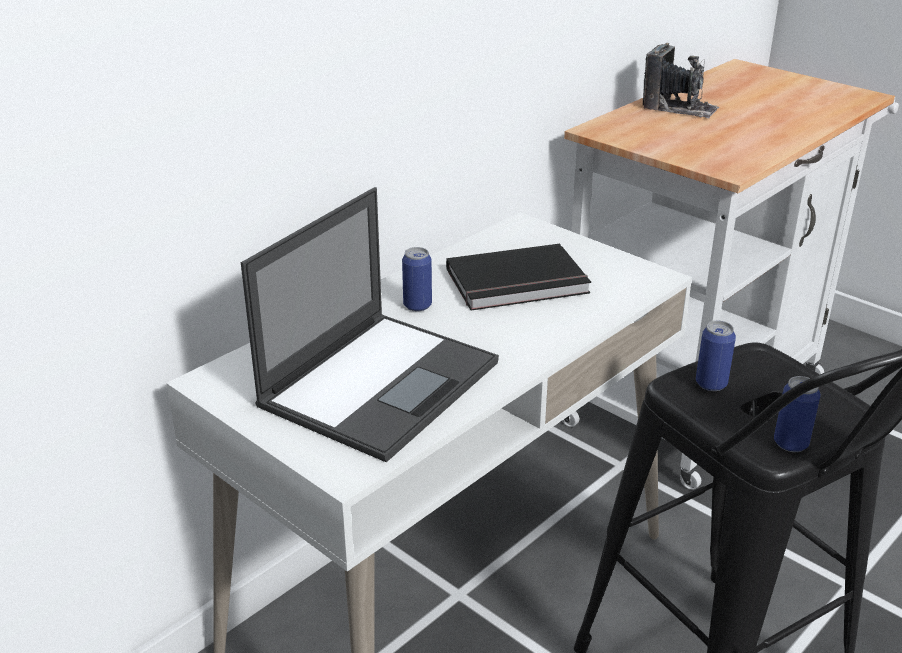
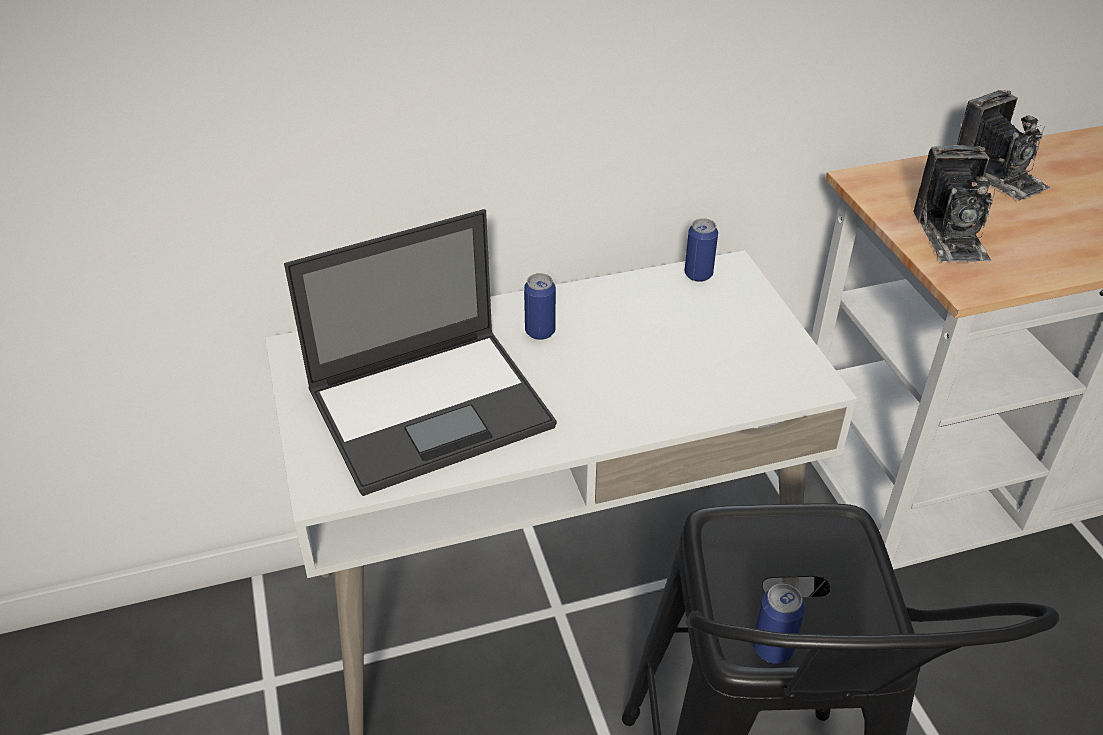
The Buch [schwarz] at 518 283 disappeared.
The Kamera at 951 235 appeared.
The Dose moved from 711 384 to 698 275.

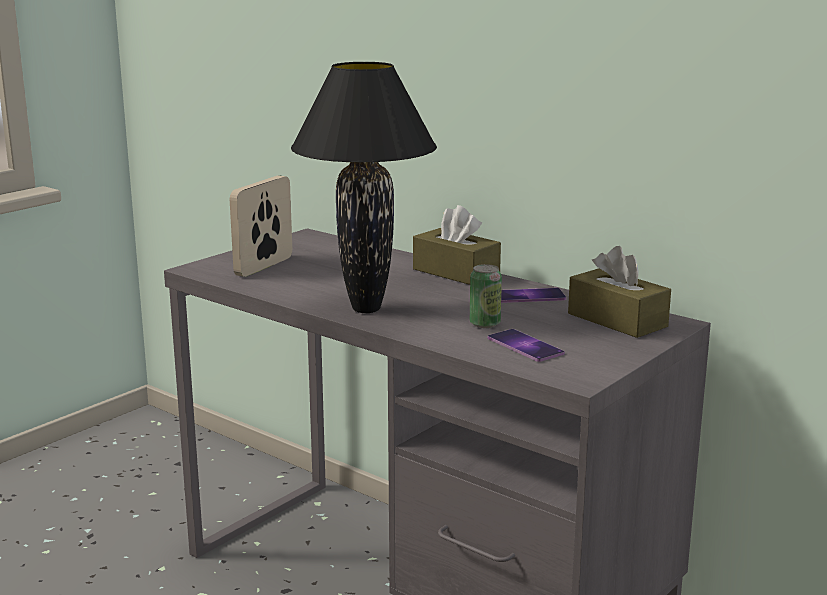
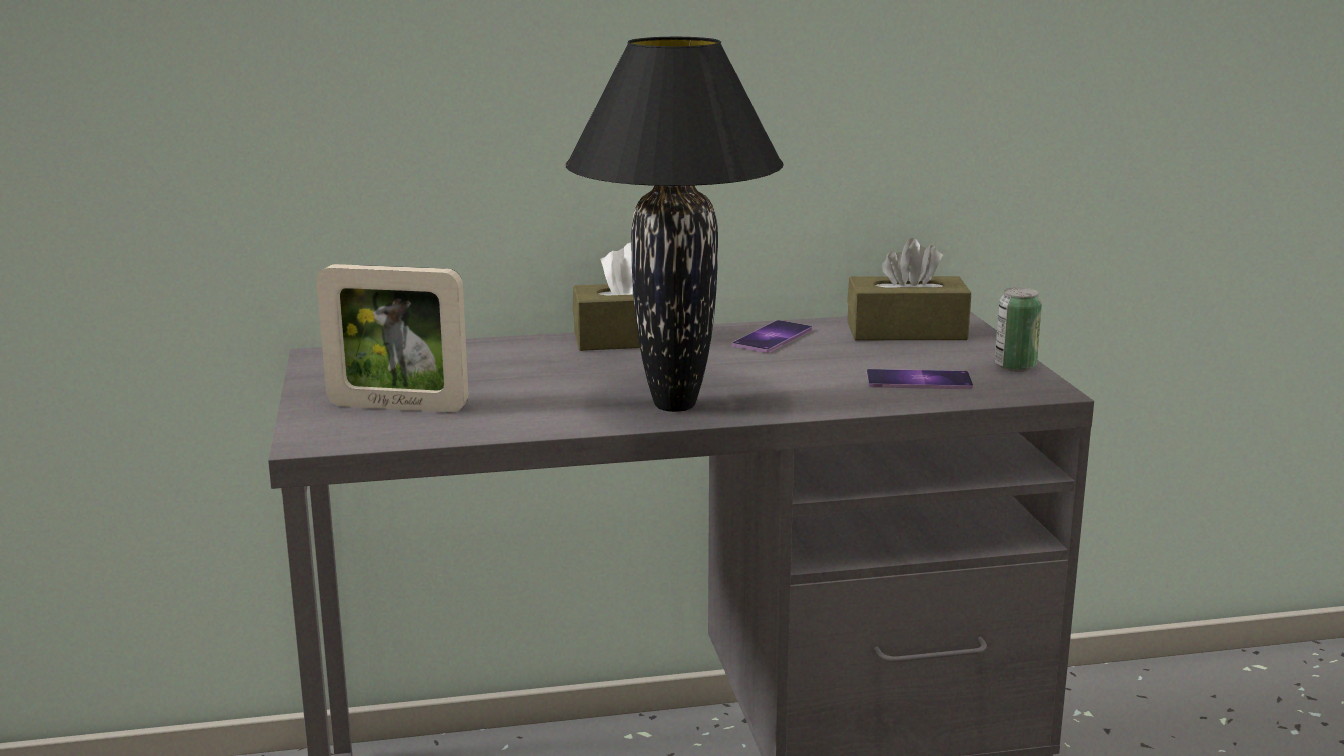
The Dose moved from 484 324 to 1015 367.
The Bilderrahmen at 264 266 turned 60 degrees counterclockwise.

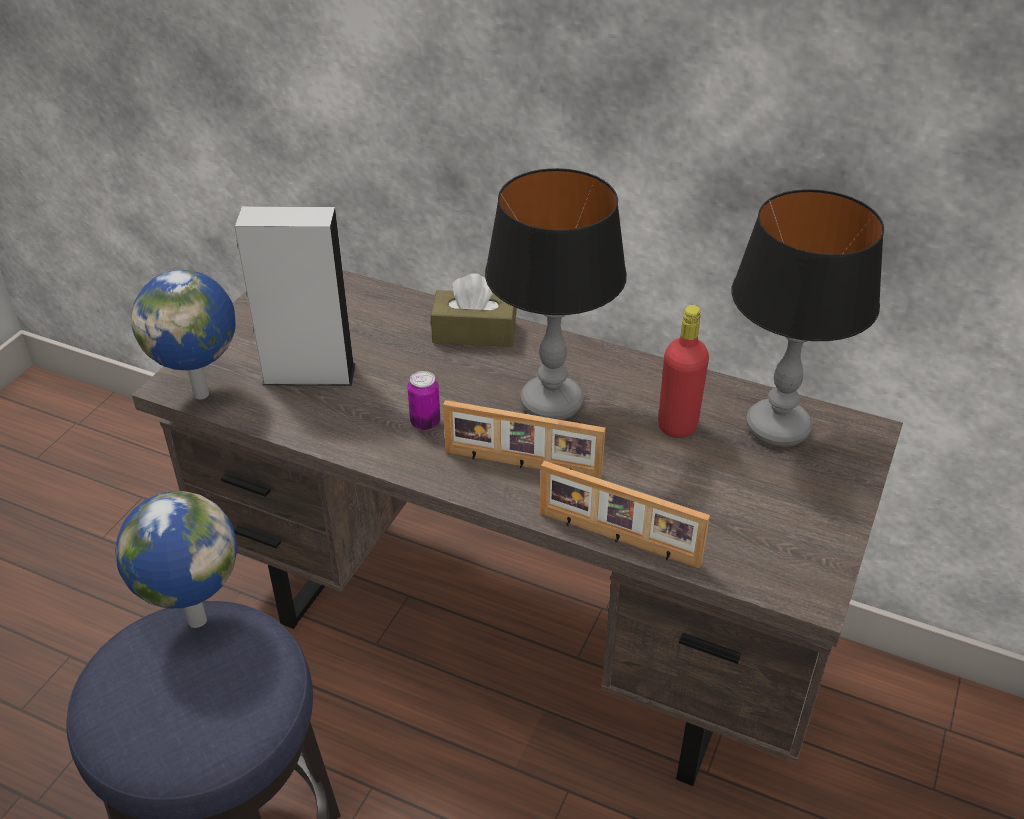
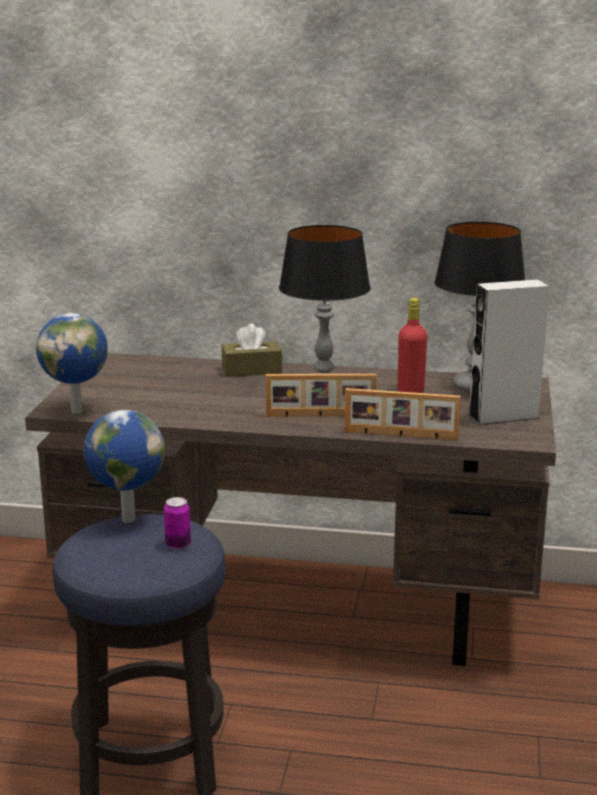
The Lautsprecher [grau] moved from 309 374 to 503 417.
The Dose moved from 425 423 to 178 545.

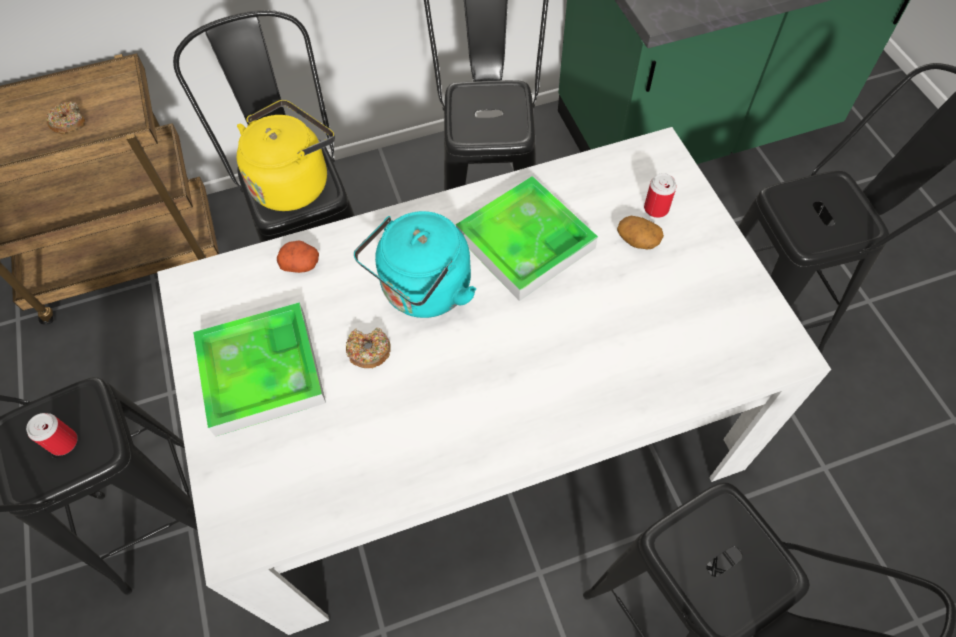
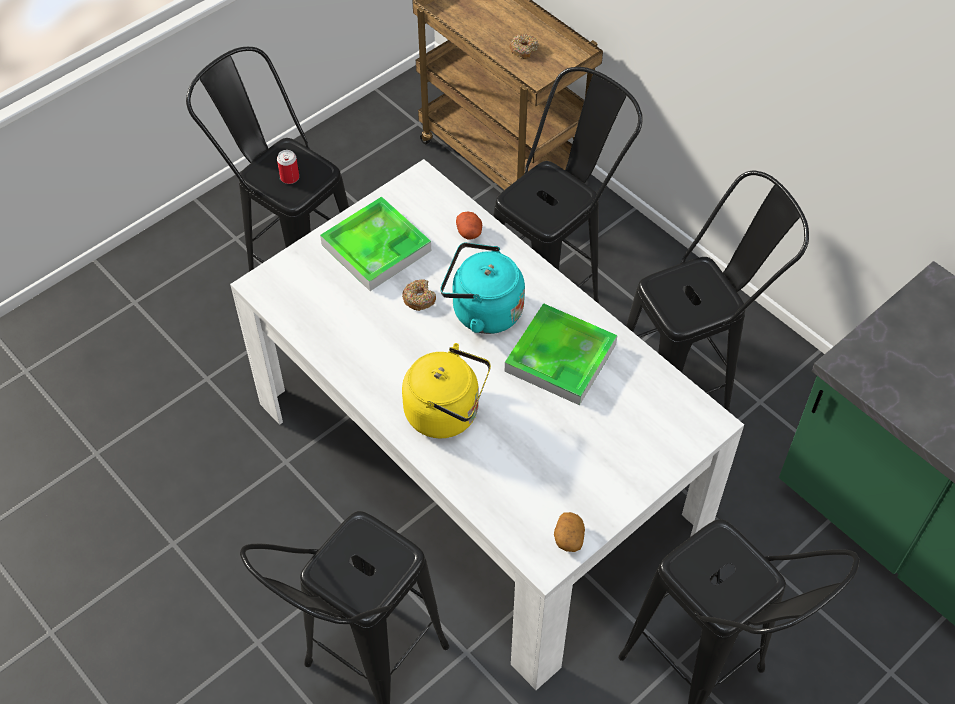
The Dose at 656 209 disappeared.
The Wasserkessel [gelb] moved from 294 182 to 447 413.
The Kartoffel moved from 637 240 to 568 537.

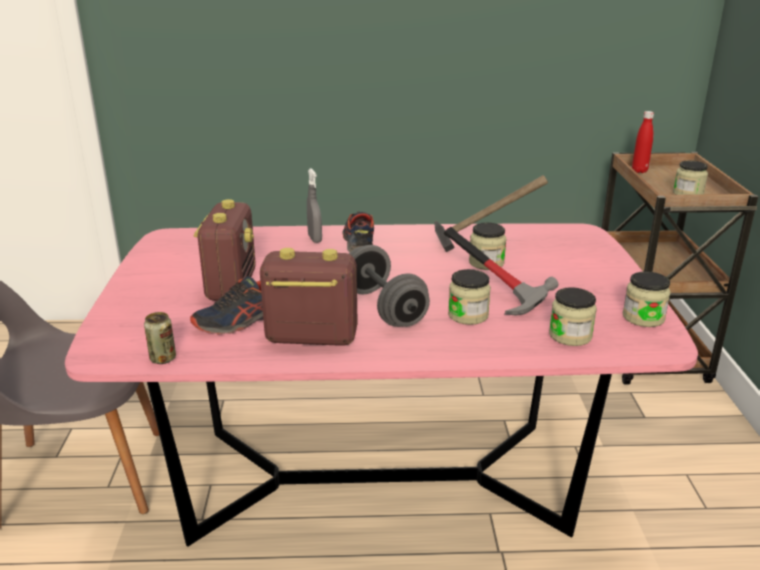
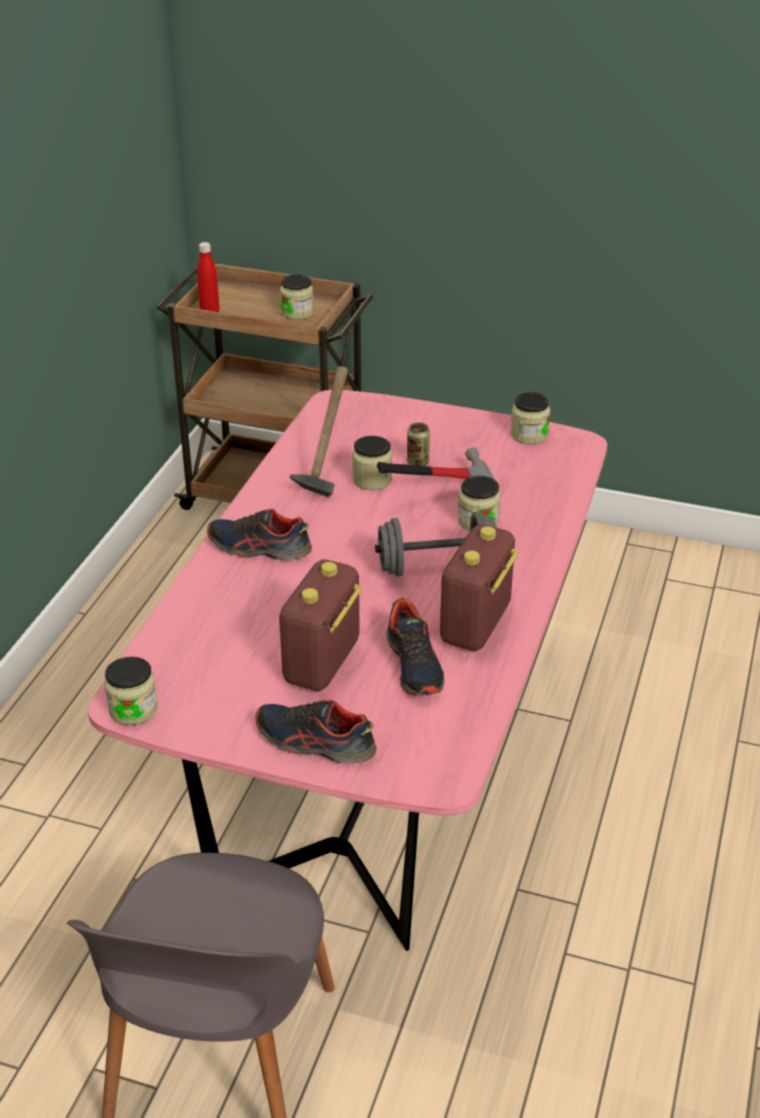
The Sprühflasche [grau] at 315 239 disappeared.
The Schuh at 314 743 appeared.
The Dose moved from 163 359 to 418 462.
The Vorratsglas moved from 570 335 to 133 709.
The Radio at 231 286 turned 90 degrees counterclockwise.

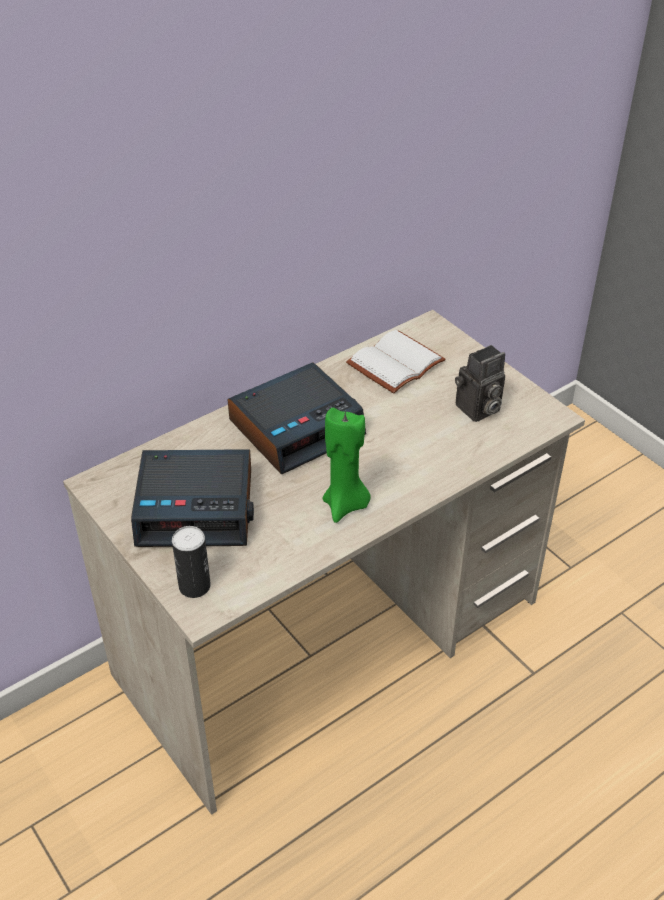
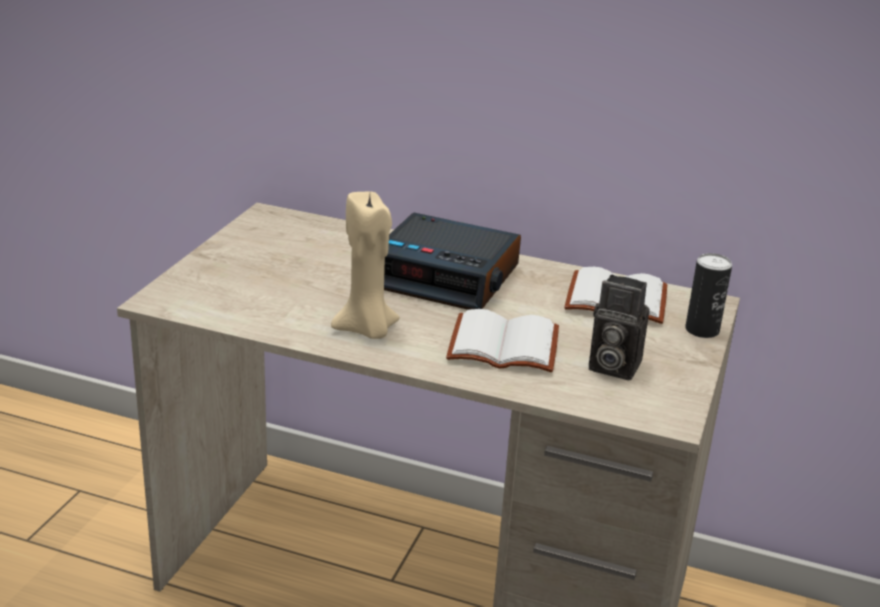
The Wecker at 197 507 disappeared.
The Buch [weiß] at 505 344 appeared.
The Dose moved from 194 586 to 702 330.
The Kerze [grün] at 345 505 became the Kerze [beige] at 367 330.

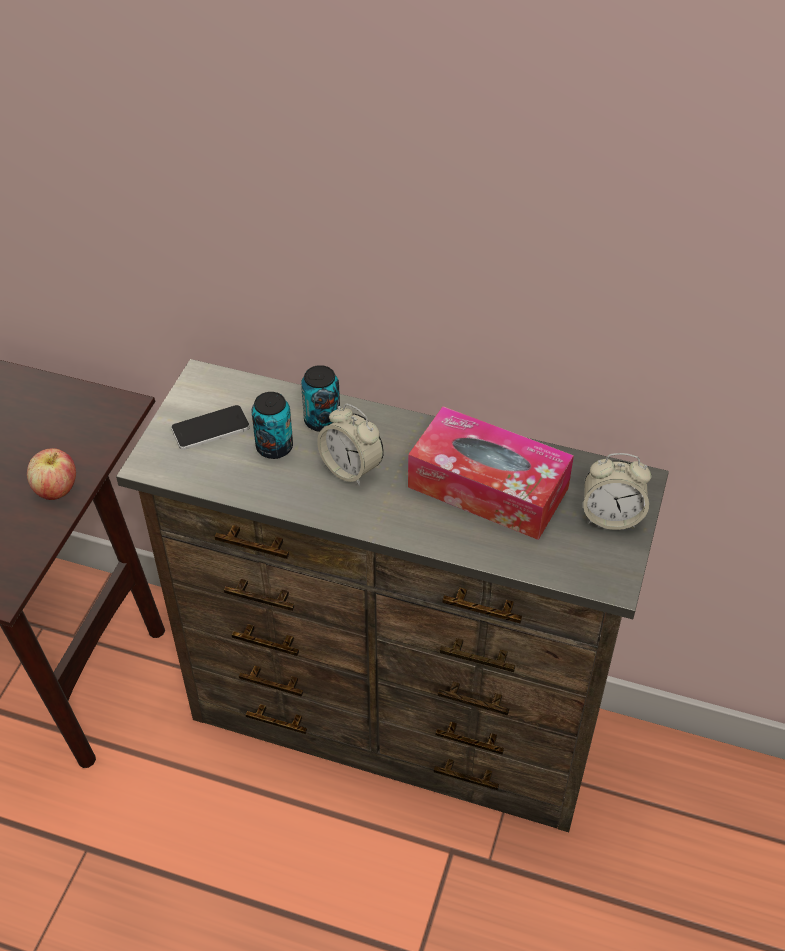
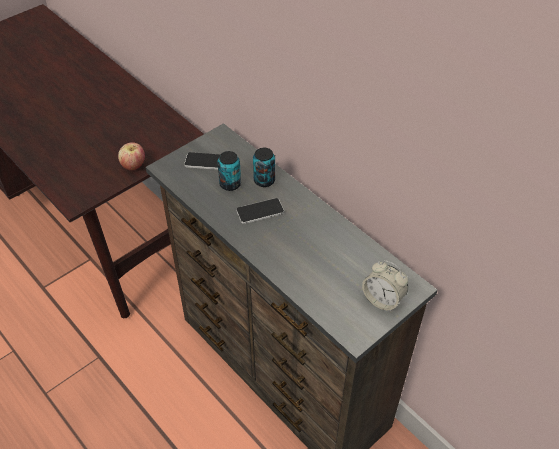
The Taschentuchbox at 488 487 disappeared.
The Wecker at 351 468 was replaced by the Handy at 260 211.

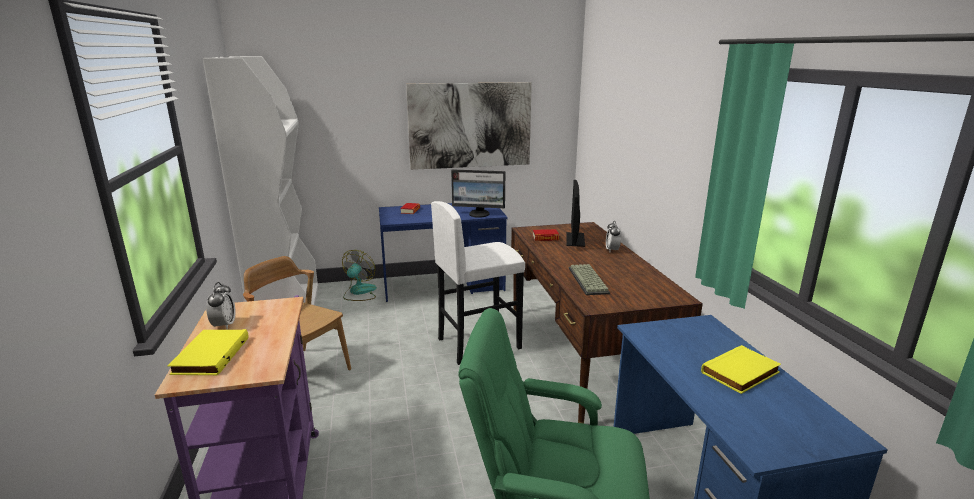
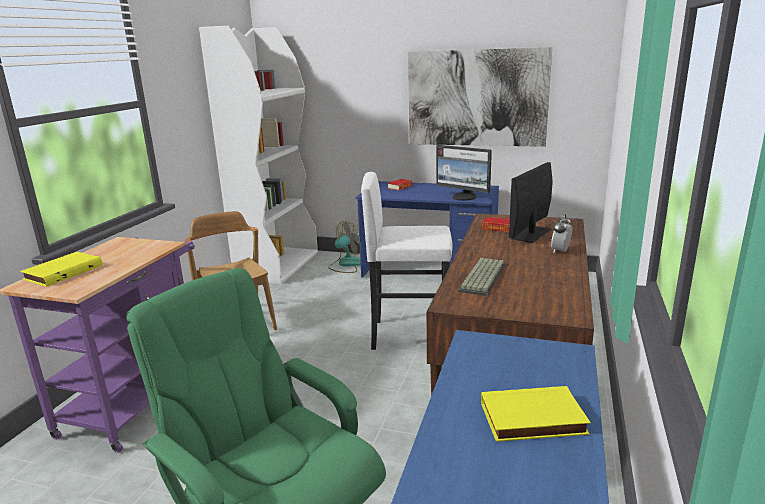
The Wecker at 224 325 disappeared.

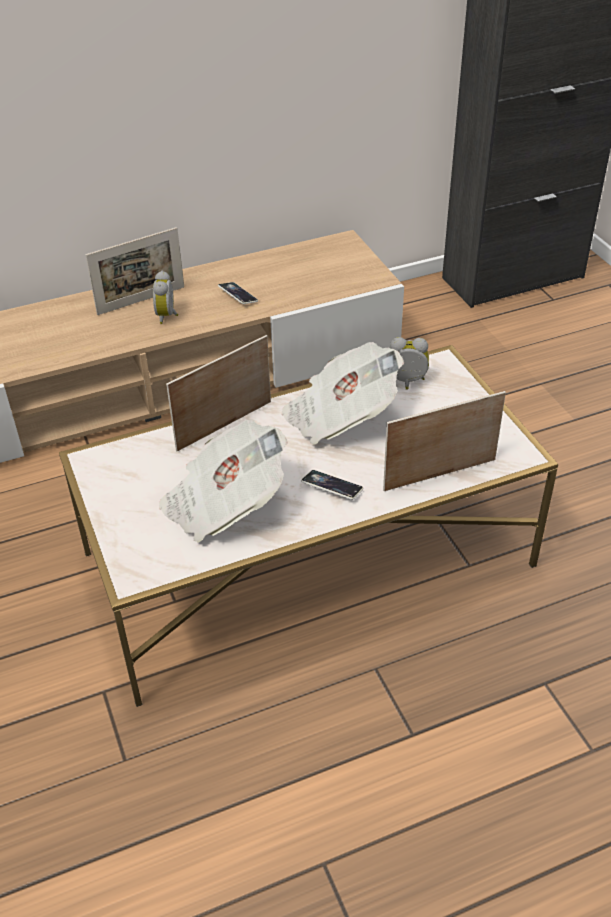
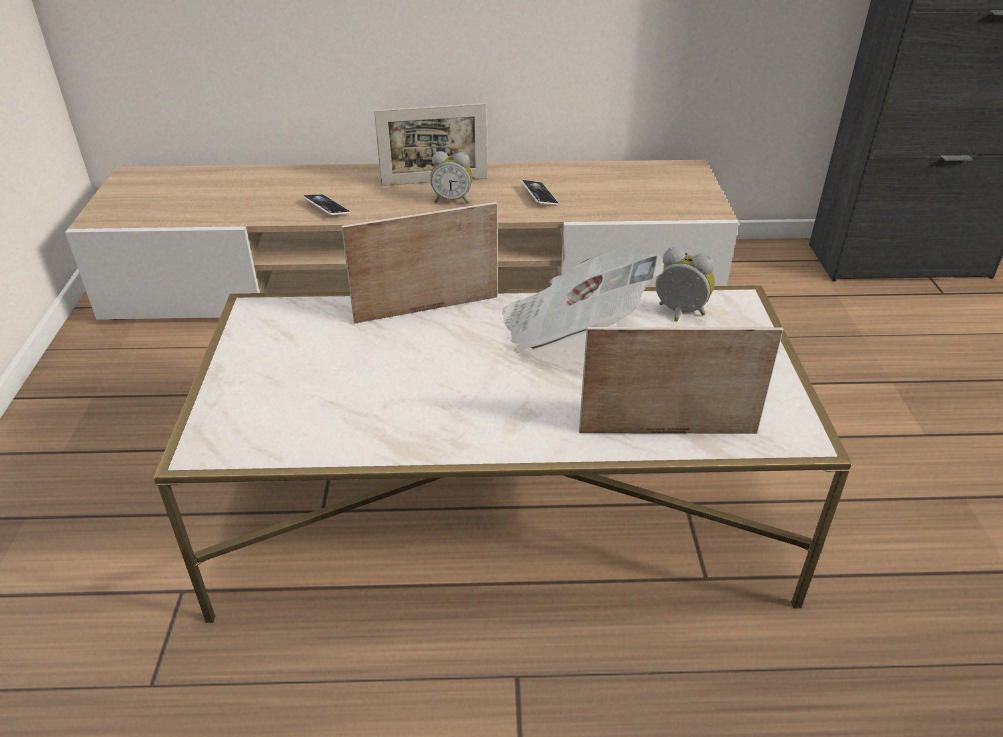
The Zeitung at 224 504 disappeared.
The Handy moved from 332 487 to 327 208.
The Wecker at 168 316 turned 105 degrees counterclockwise.

